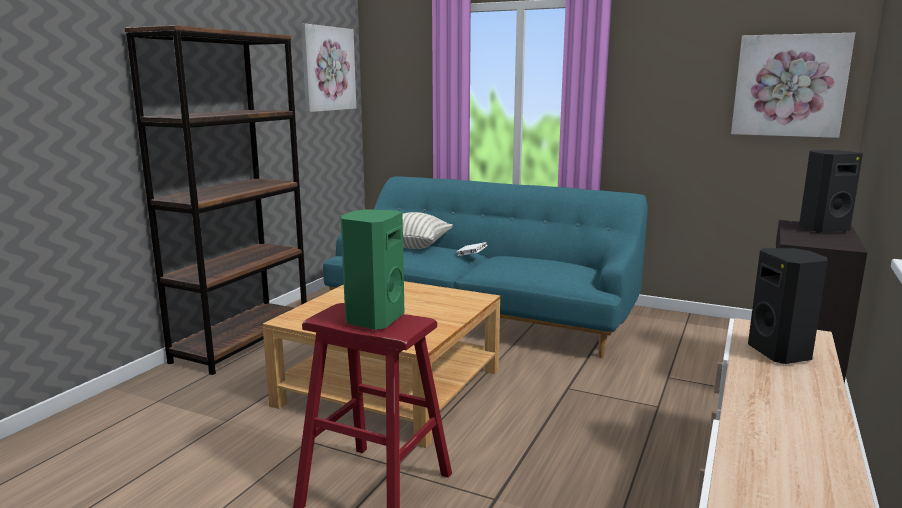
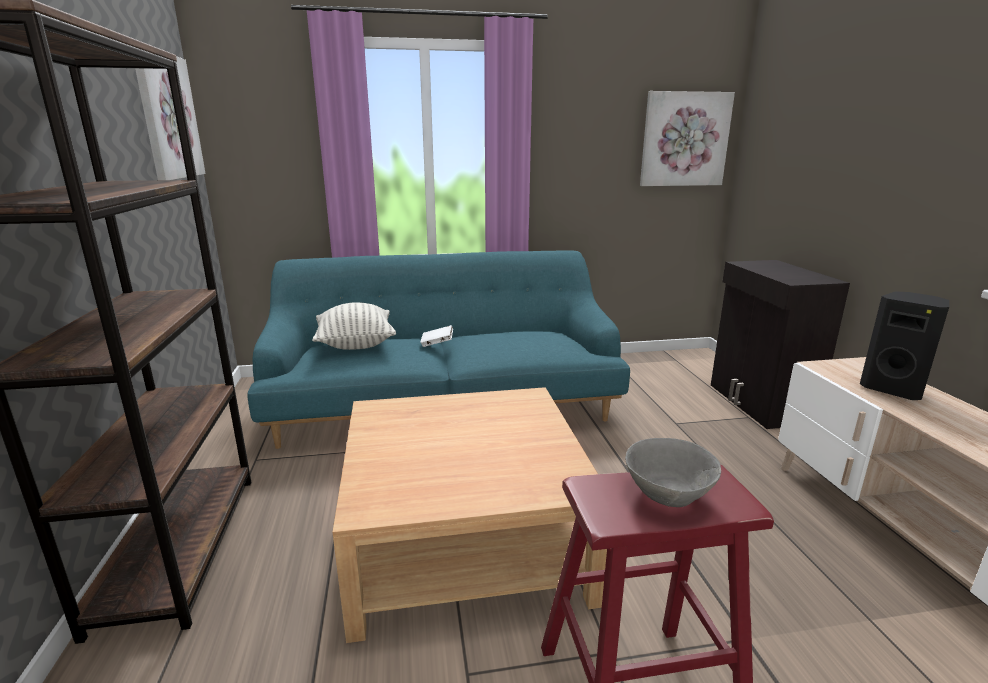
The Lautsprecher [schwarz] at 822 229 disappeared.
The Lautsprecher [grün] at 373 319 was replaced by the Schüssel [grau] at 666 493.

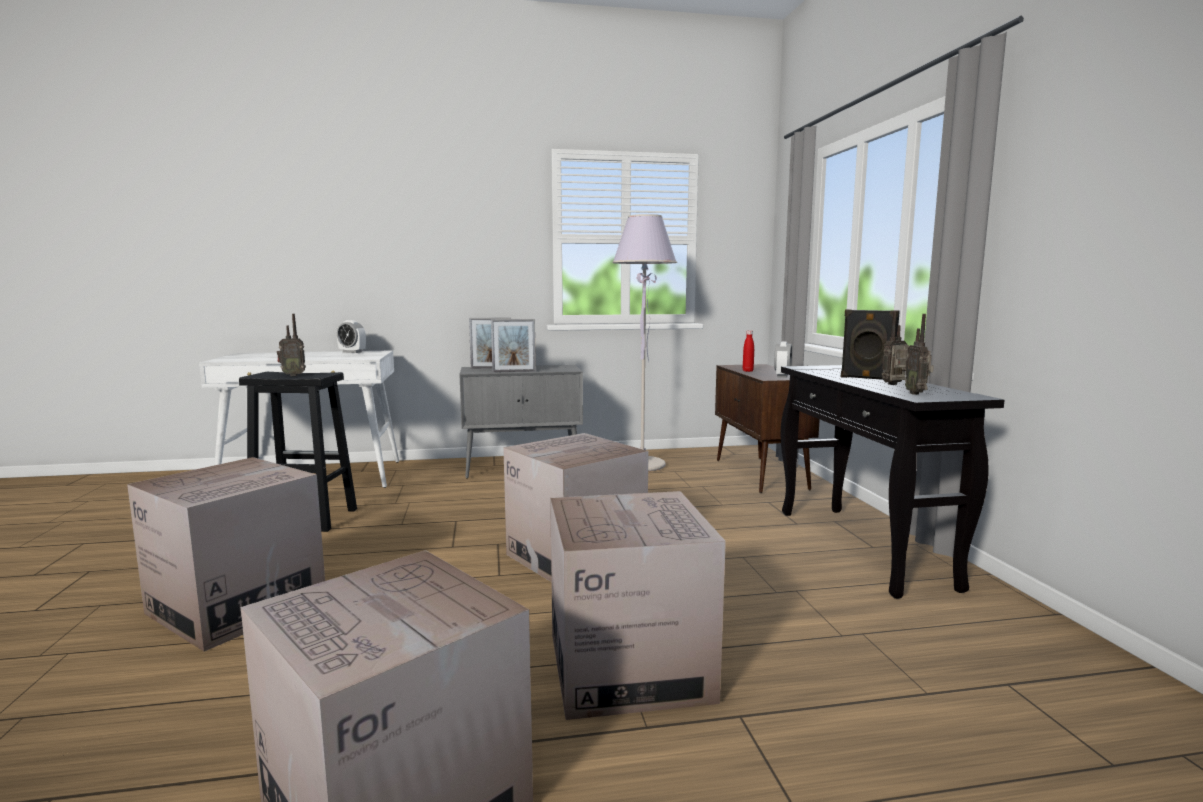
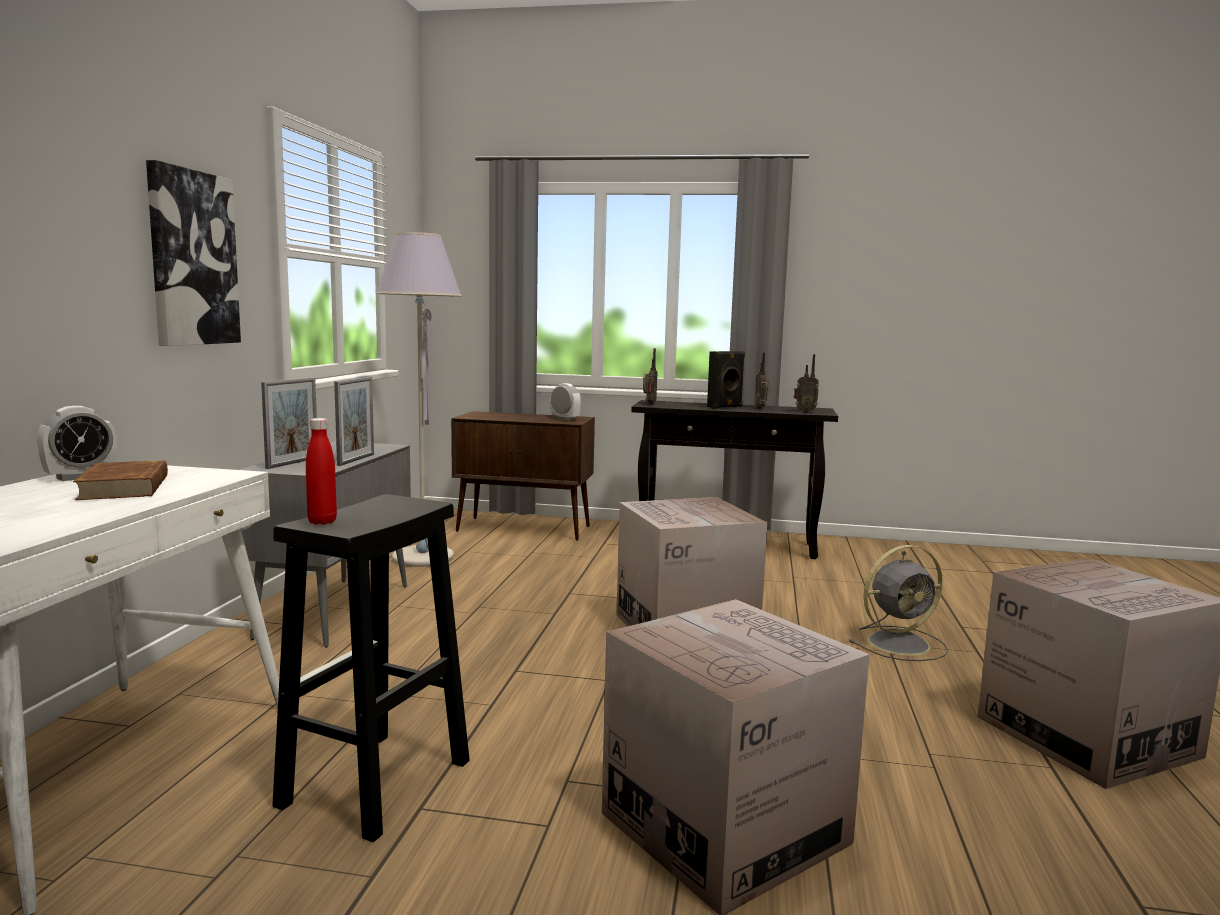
The Buch [braun] at 125 487 appeared.
The Bild at 192 258 appeared.
The Radio moved from 293 375 to 649 404.
The Flasche [rot] moved from 748 371 to 322 522.
The Karton at 628 666 was replaced by the Ventilator [grau] at 901 643.

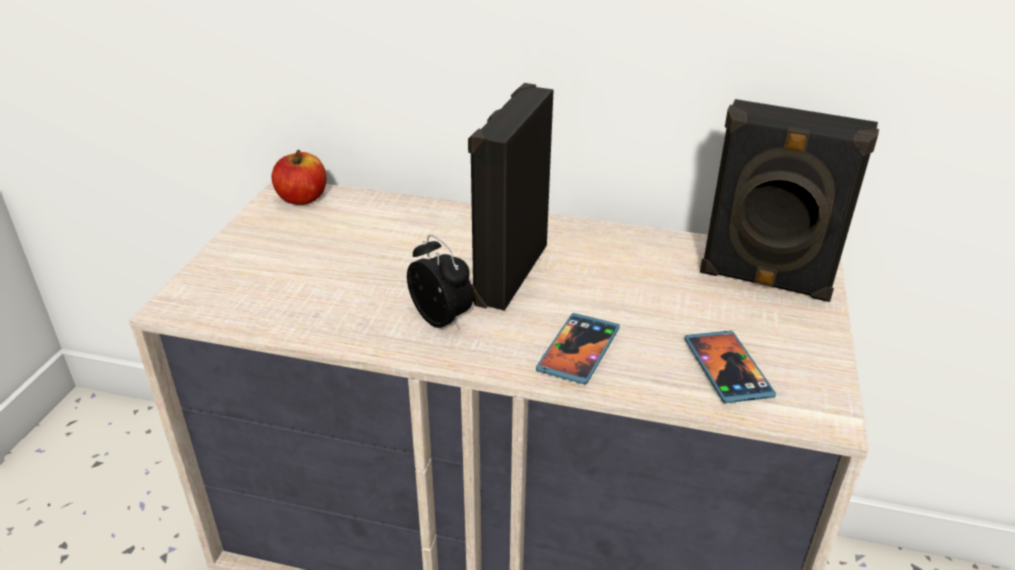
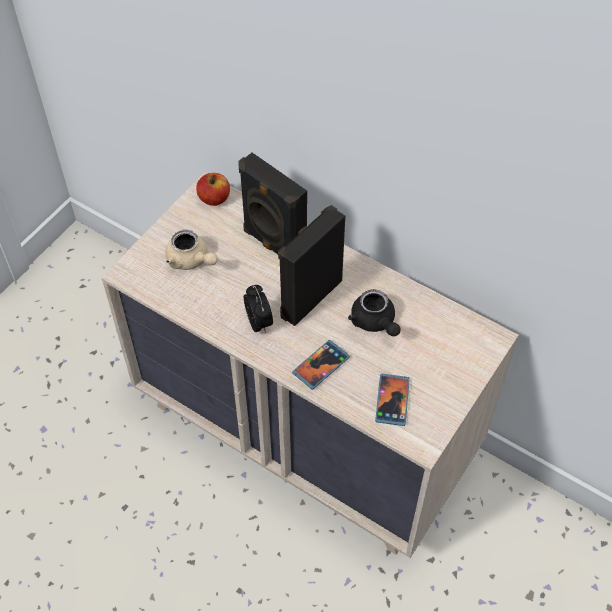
The Teekanne [beige] at 191 260 appeared.
The Teekanne [schwarz] at 375 322 appeared.
The Lautsprecher [schwarz] moved from 764 281 to 273 245.

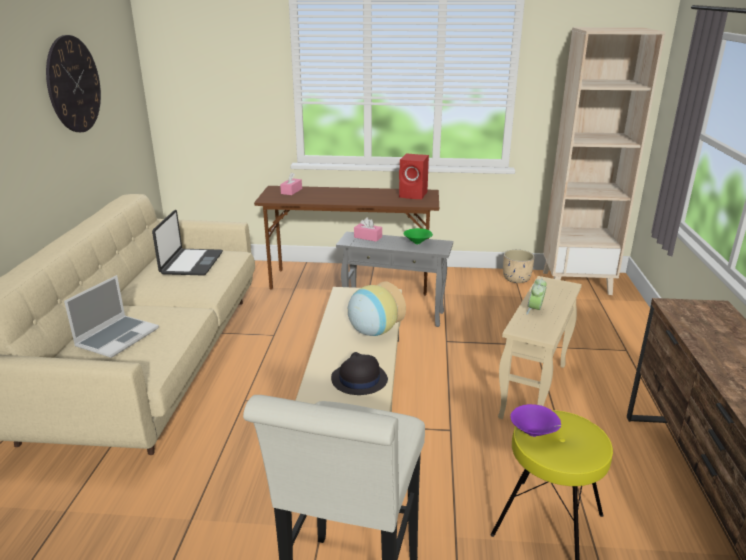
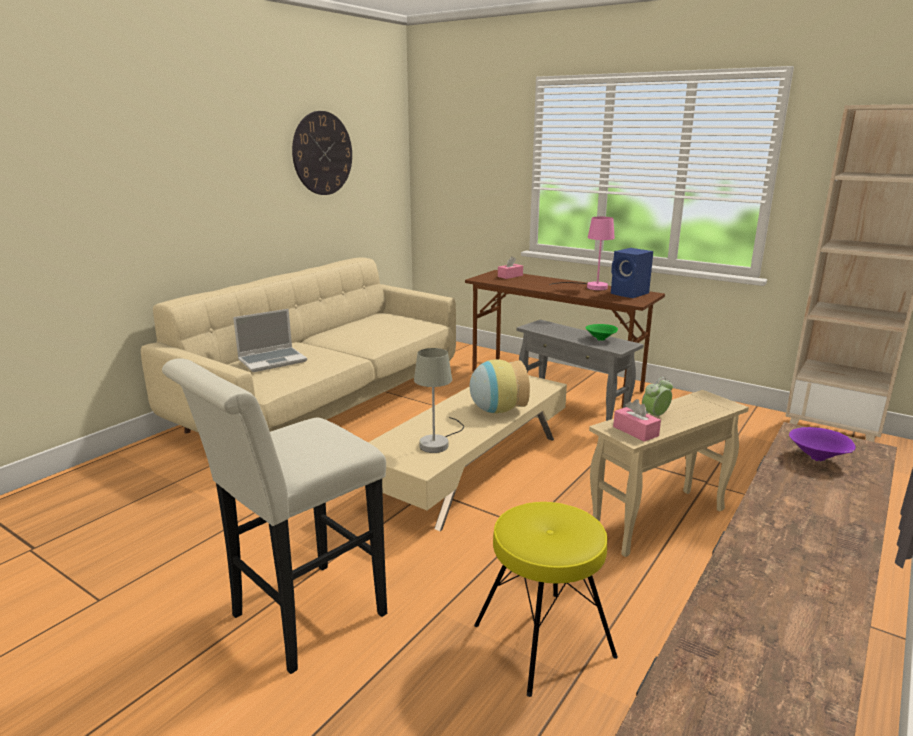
The Laptop at 191 263 disappeared.
The Pflanzkübel [beige] at 516 279 disappeared.
The Tischlampe [rosa] at 590 287 appeared.
The Taschentuchbox [rosa] moved from 368 237 to 635 431.
The Schüssel [lila] moved from 534 433 to 818 459.
The Hut [schwarz] at 359 379 was replaced by the Tischlampe [grau] at 438 442.
The Lautsprecher [rot] at 414 195 became the Lautsprecher [blau] at 630 294.

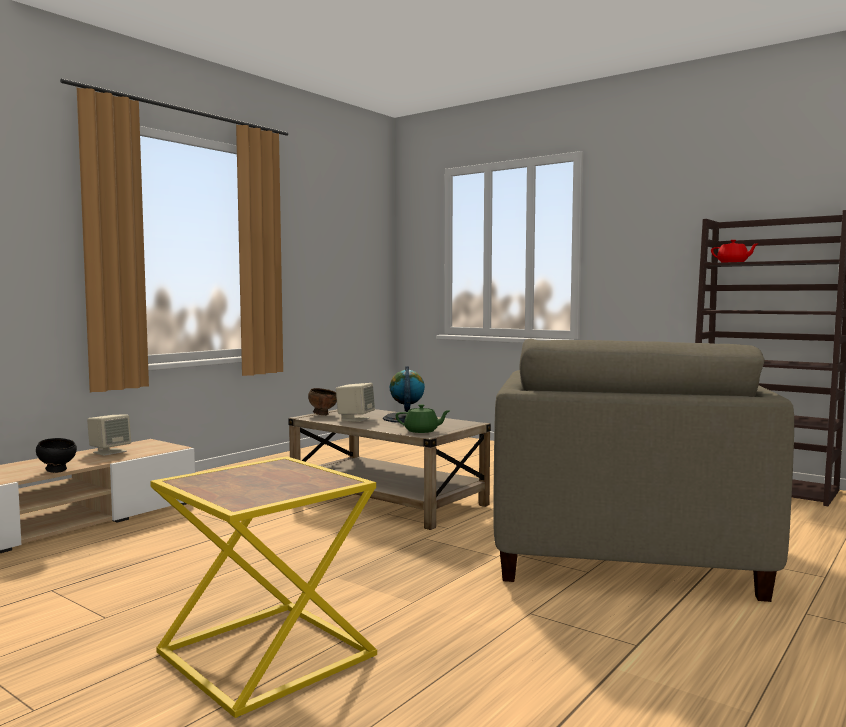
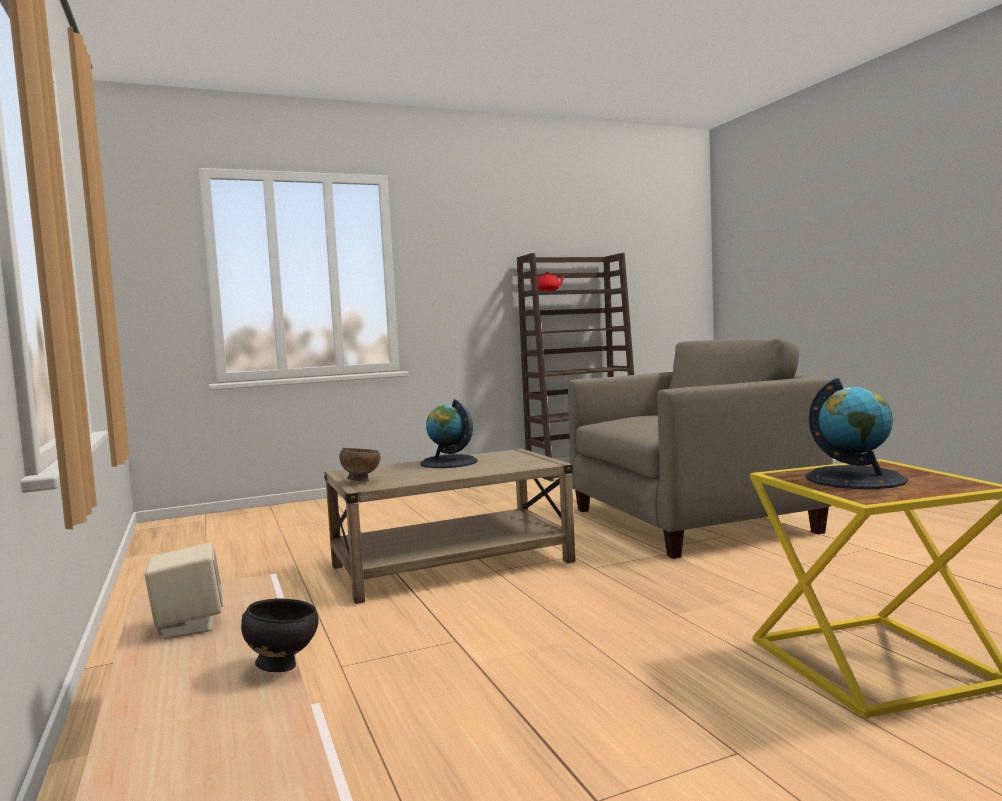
The Lautsprecher [beige] at 355 419 disappeared.
The Teekanne [grün] at 422 431 disappeared.
The Globus at 855 479 appeared.
The Sessel [beige] at 623 552 turned 60 degrees counterclockwise.

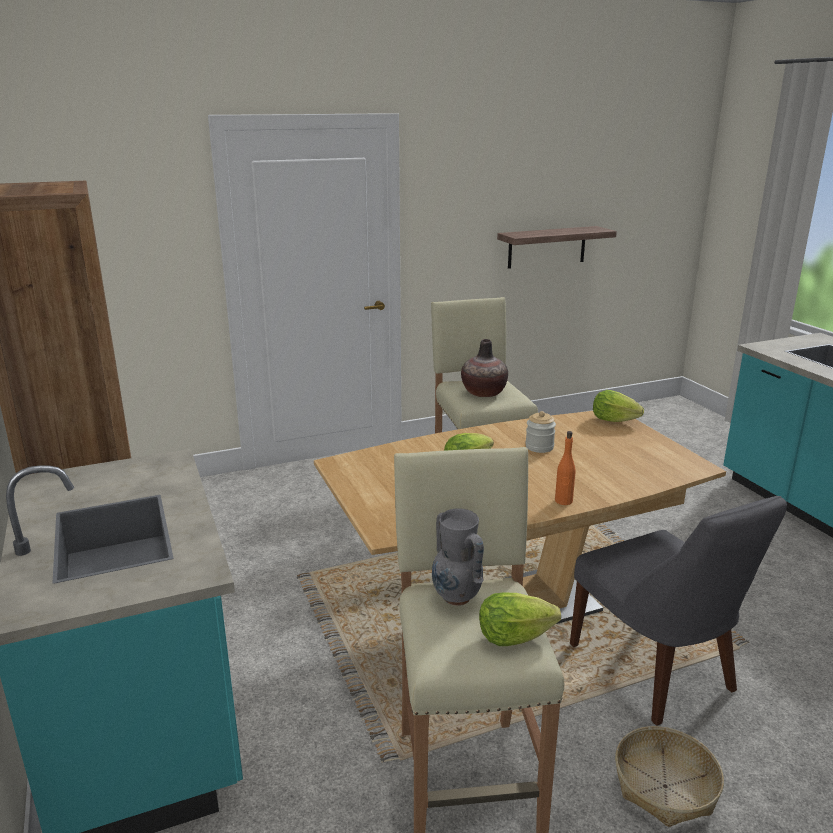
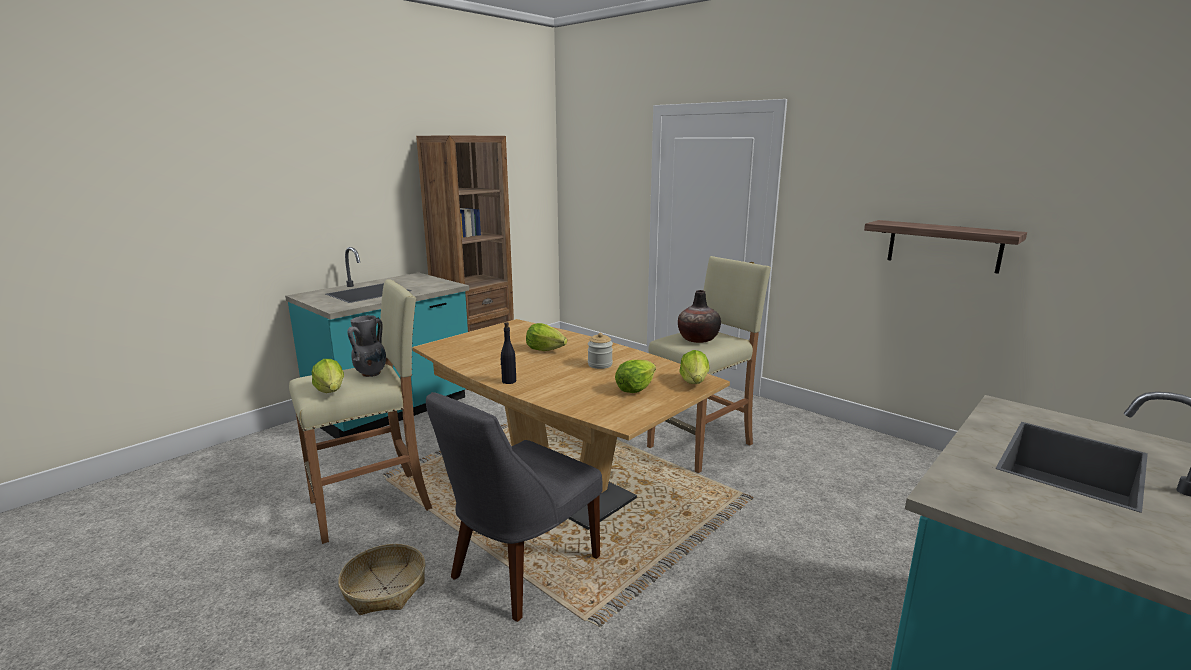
The Salatkopf at 635 389 appeared.
The Flasche [orange] at 563 501 became the Flasche [schwarz] at 508 381.

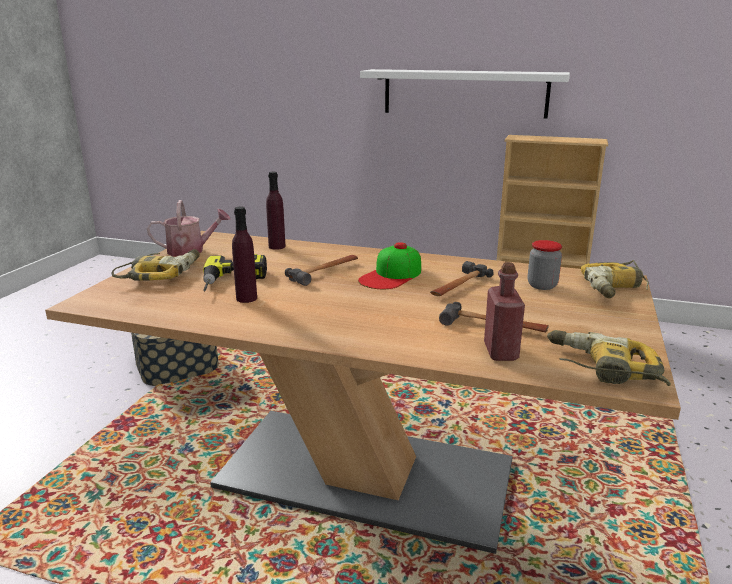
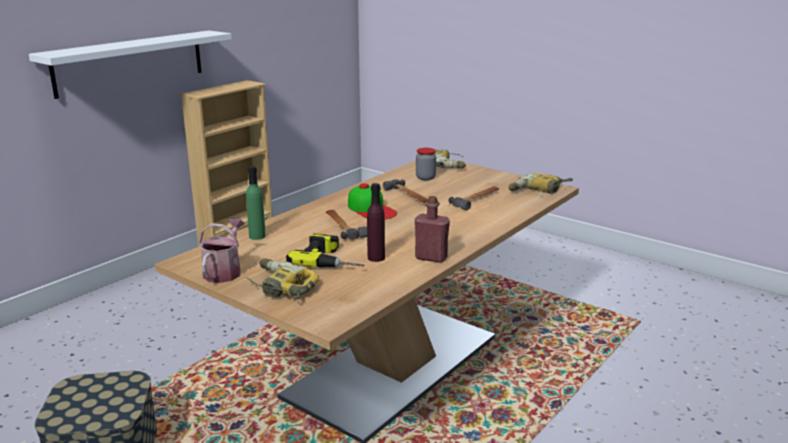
The Flasche [rot] moved from 500 352 to 431 258.
The Flasche [lila] at 277 246 became the Flasche [grün] at 257 236.

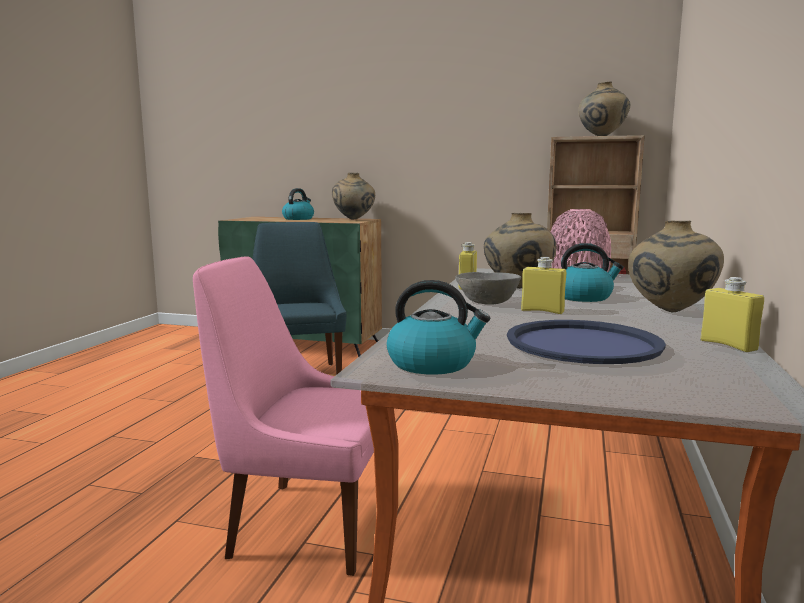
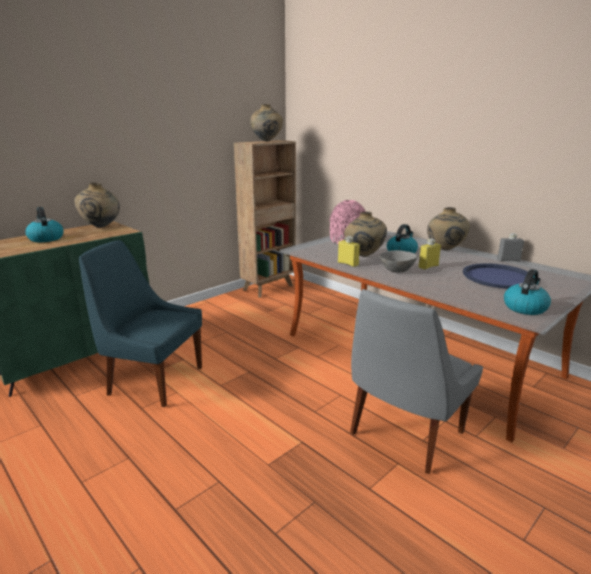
The Stuhl [rosa] at 305 524 became the Stuhl [grau] at 404 435.
The Flasche [gelb] at 728 345 became the Flasche [grau] at 508 260.

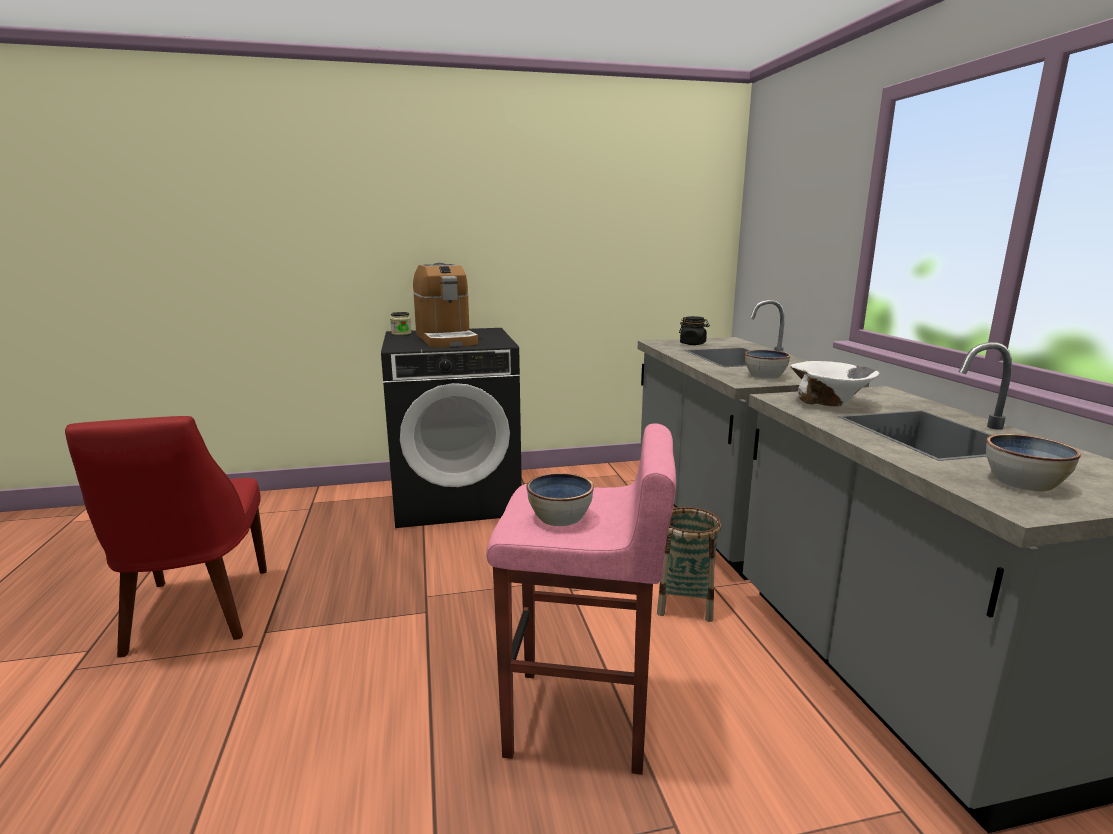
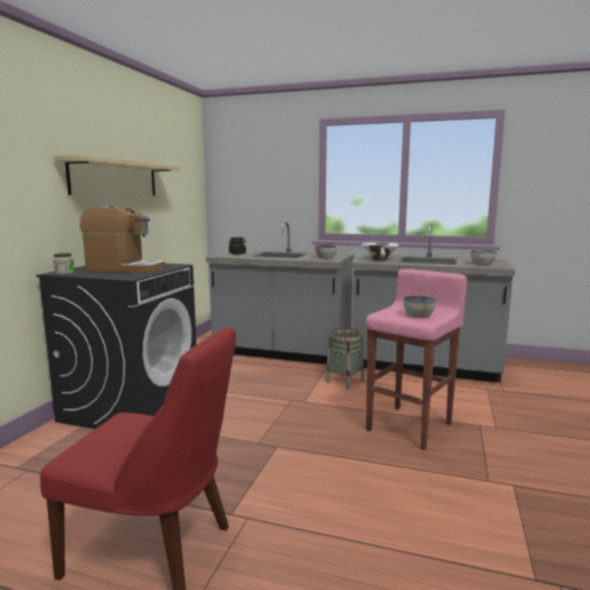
The Wandregal [beige] at 115 178 appeared.

